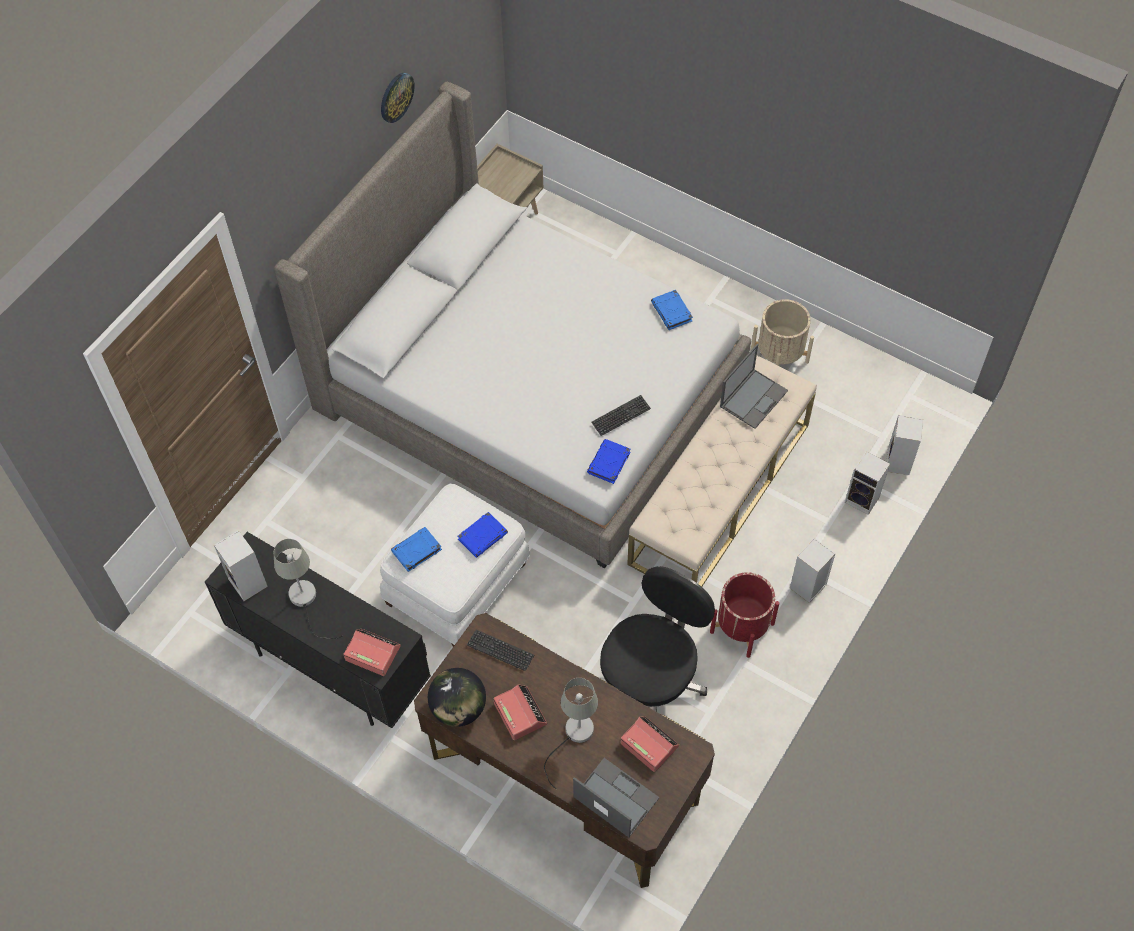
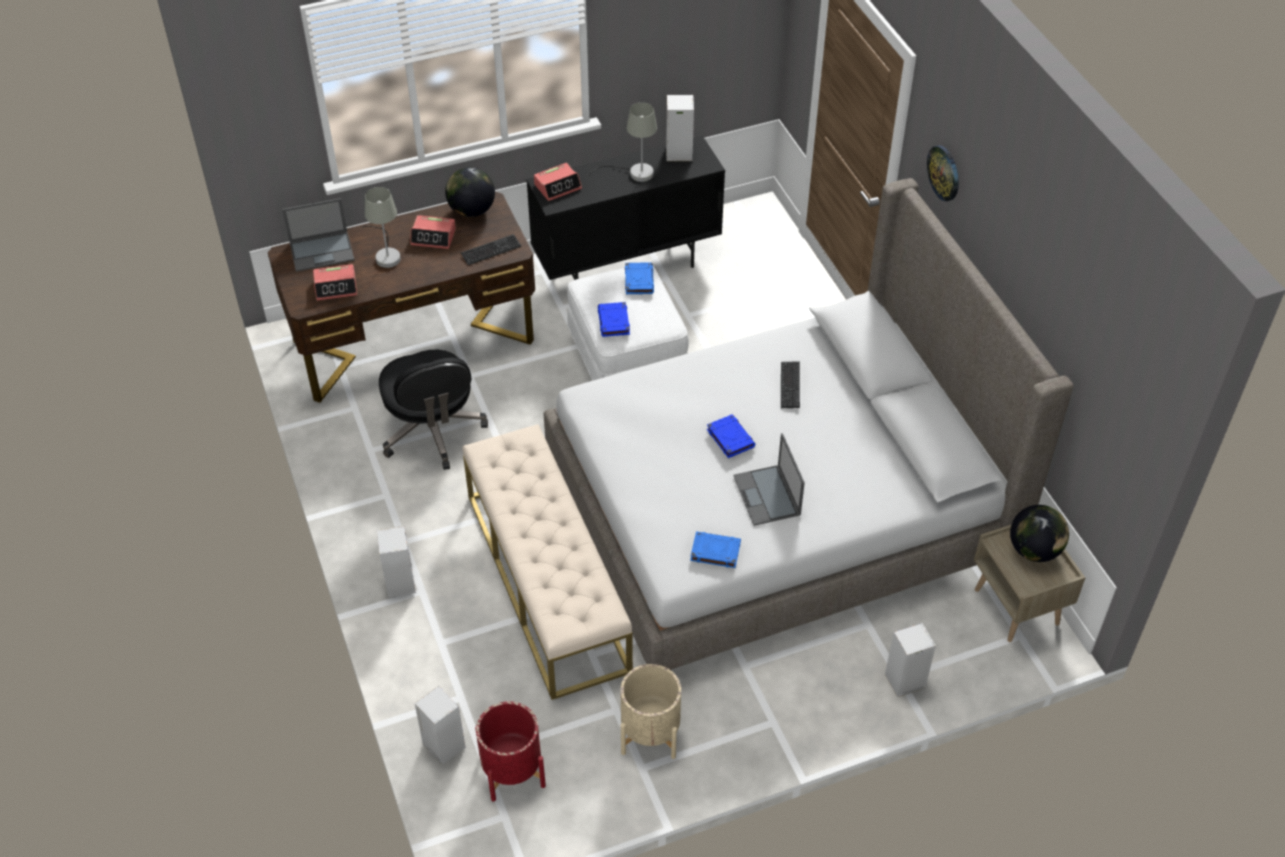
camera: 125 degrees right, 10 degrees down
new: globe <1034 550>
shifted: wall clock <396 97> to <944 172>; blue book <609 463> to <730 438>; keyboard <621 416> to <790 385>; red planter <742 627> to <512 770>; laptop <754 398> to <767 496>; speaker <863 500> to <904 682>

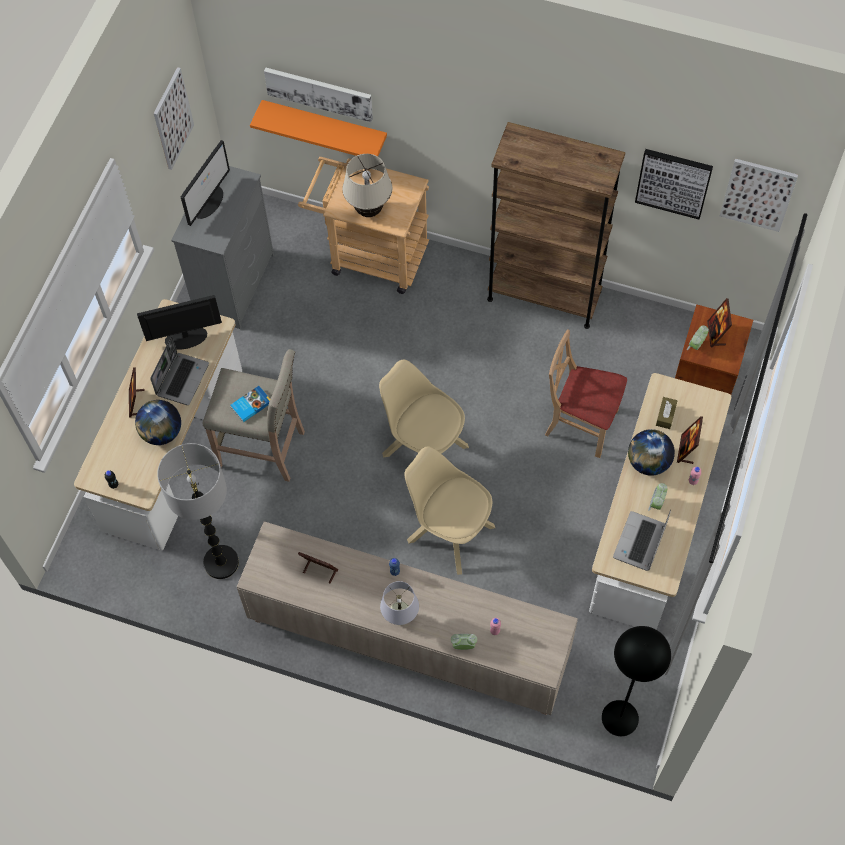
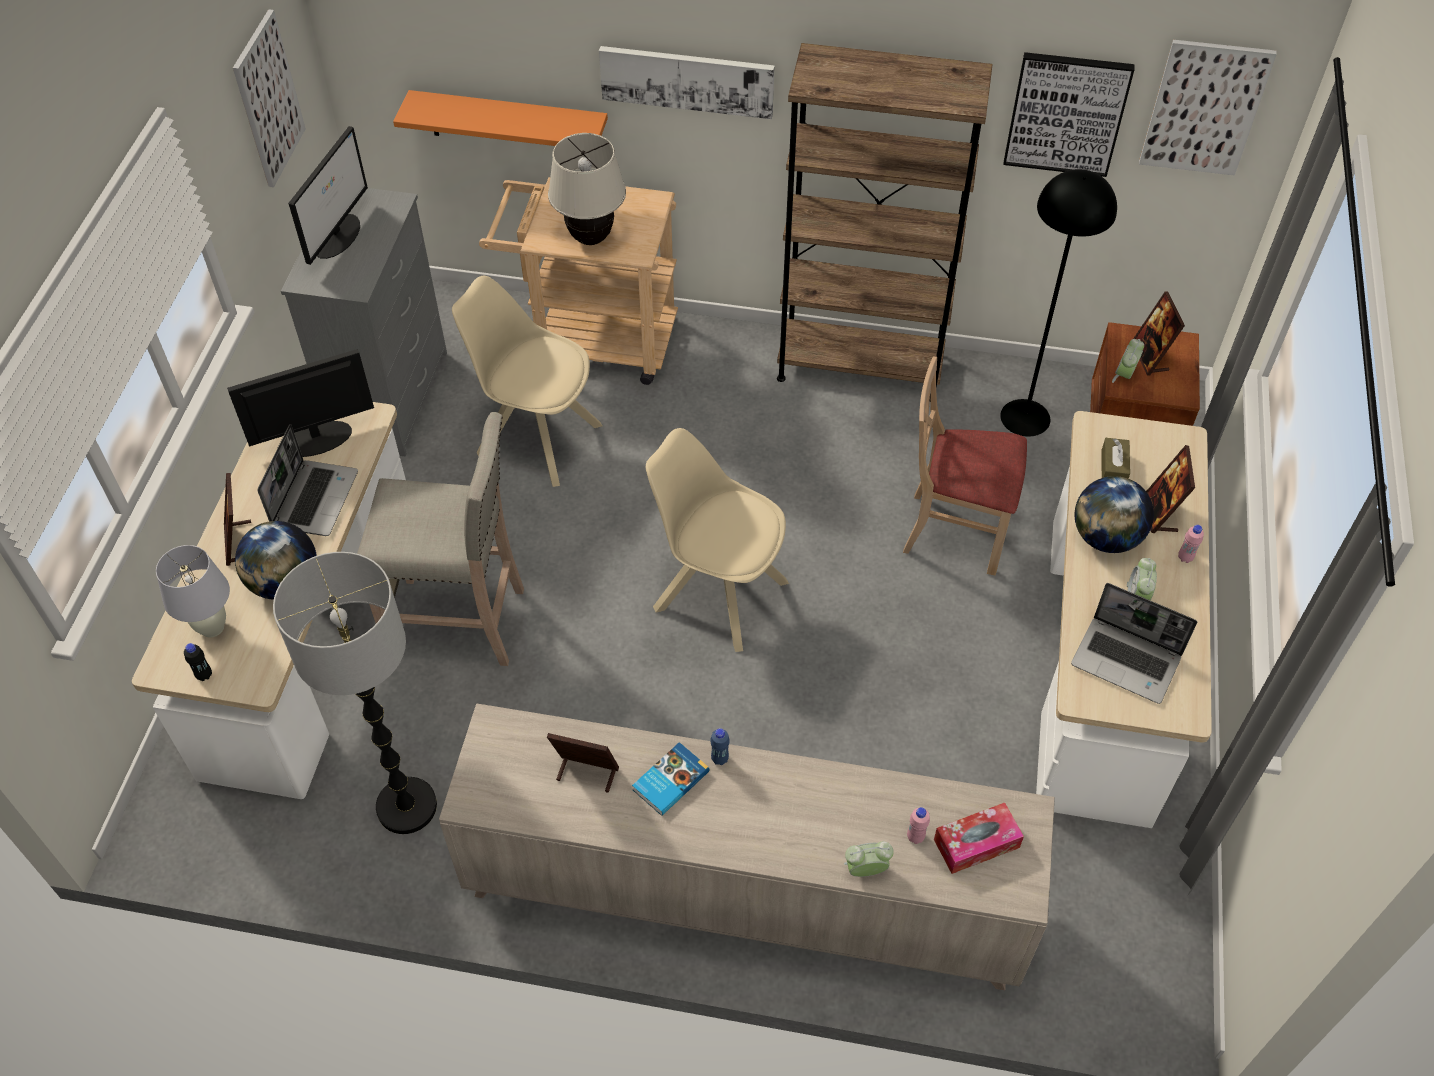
camera: 10 degrees left, 10 degrees down
new: tissue box <976 843>
shifted: book <250 404> to <669 780>; picture <319 93> to <687 80>; white table lamp <400 618> to <212 627>; beige chair <449 532> to <536 438>; black floor lamp <620 718> to <1025 418>
rotated: laptop <640 543> = <1127 661> 75 degrees counterclockwise

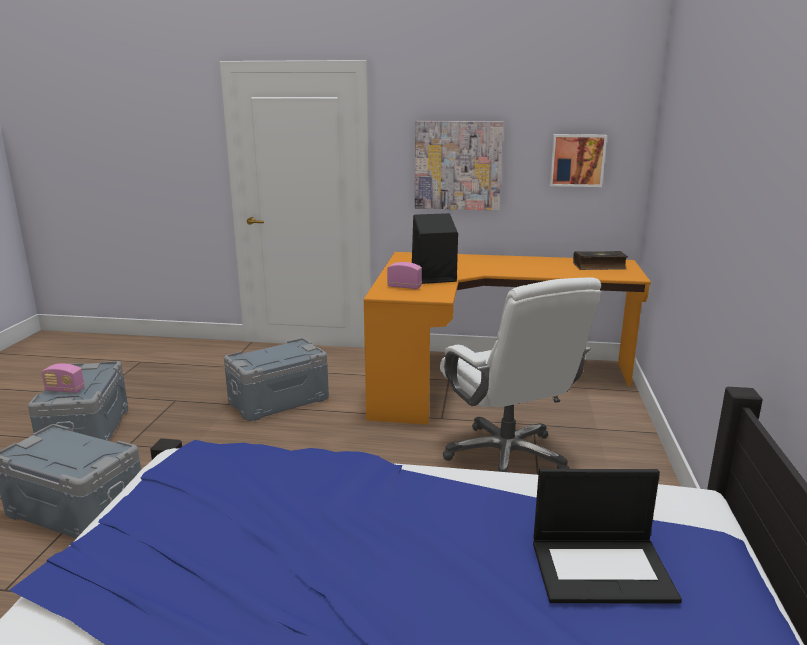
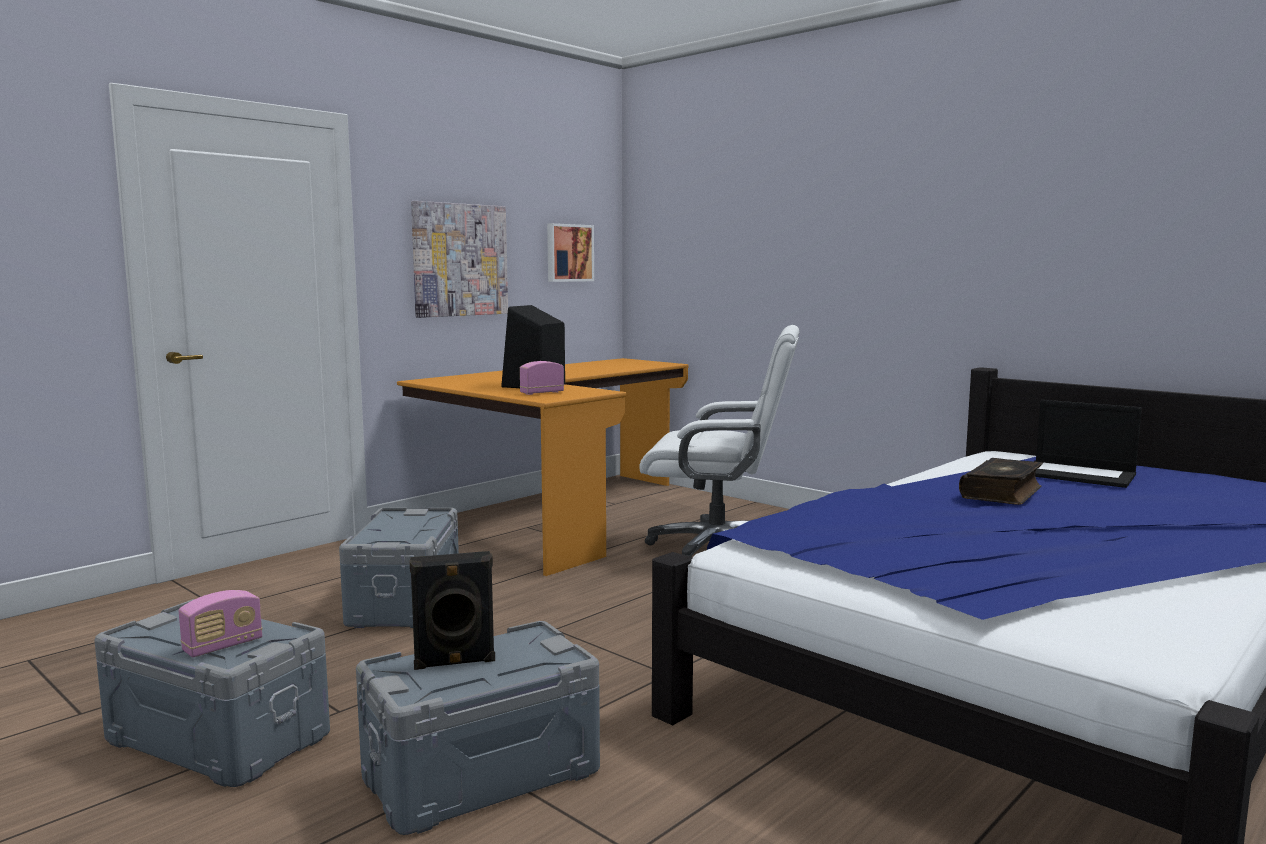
camera: 55 degrees left, 10 degrees down
new: black speaker <454 663>
shifted: book <599 267> to <1002 493>
rotated: laptop <603 569> = <1080 474> 90 degrees clockwise

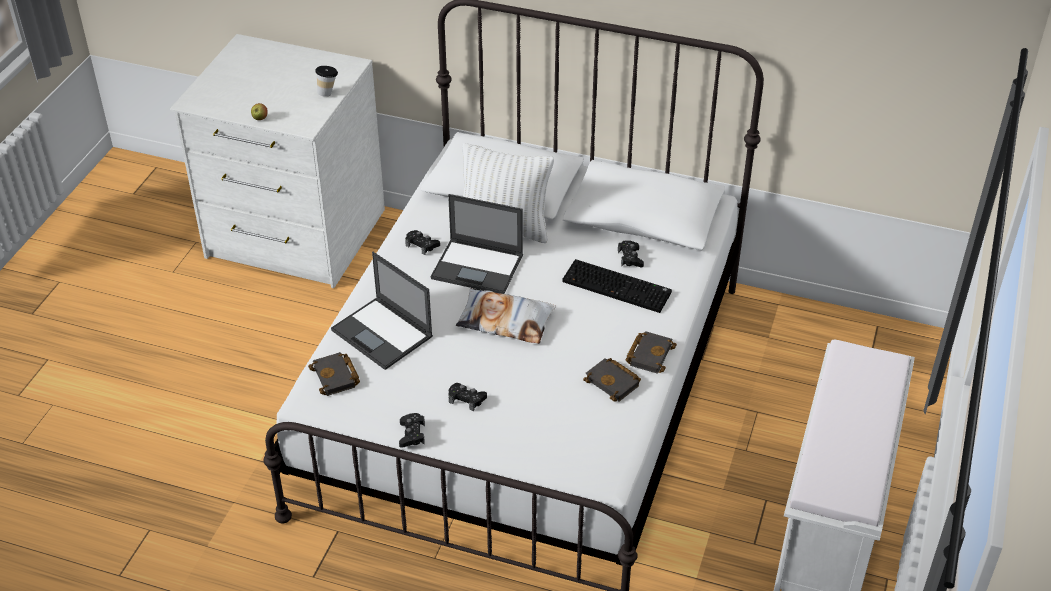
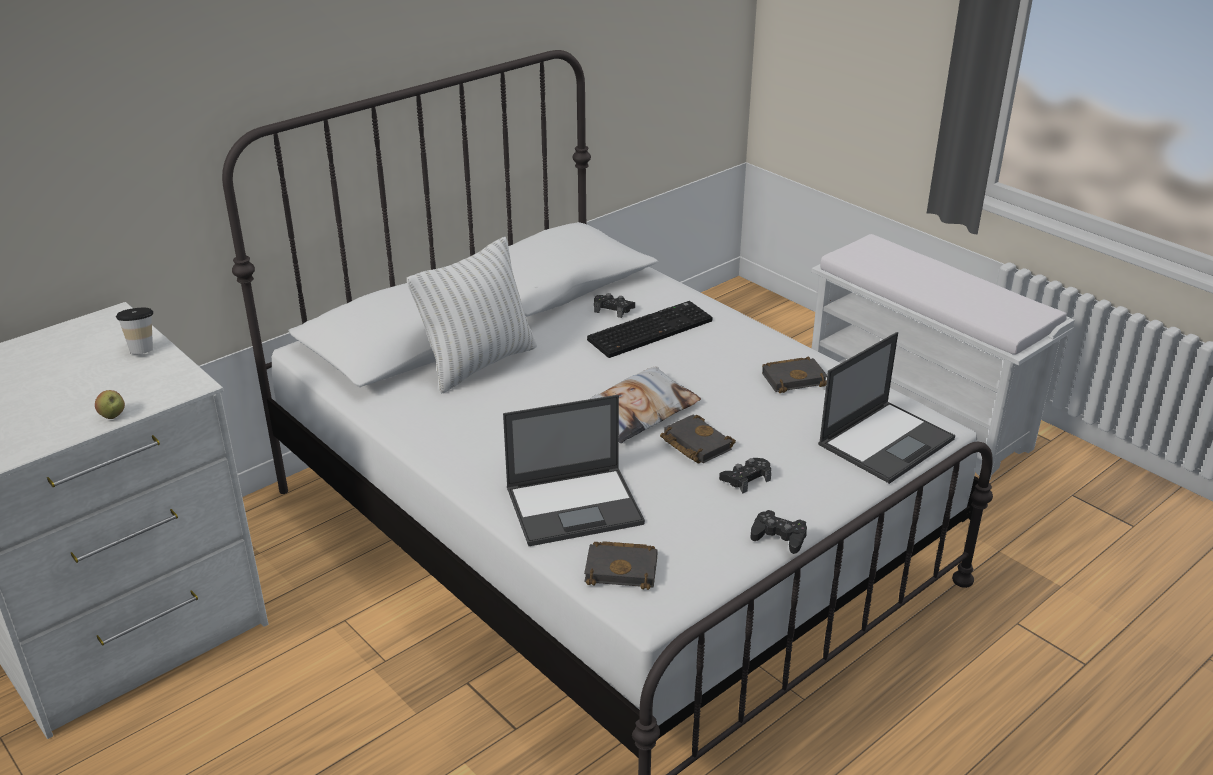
camera: 60 degrees left, 10 degrees down
gone: black game controller <422 245>
shifted: laptop <478 267> to <886 441>; black book <649 354> to <694 444>

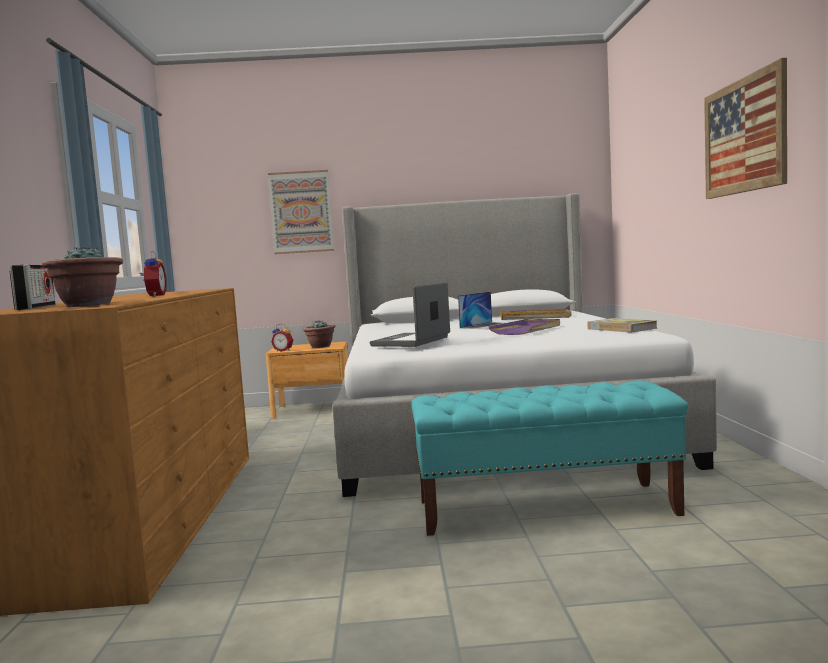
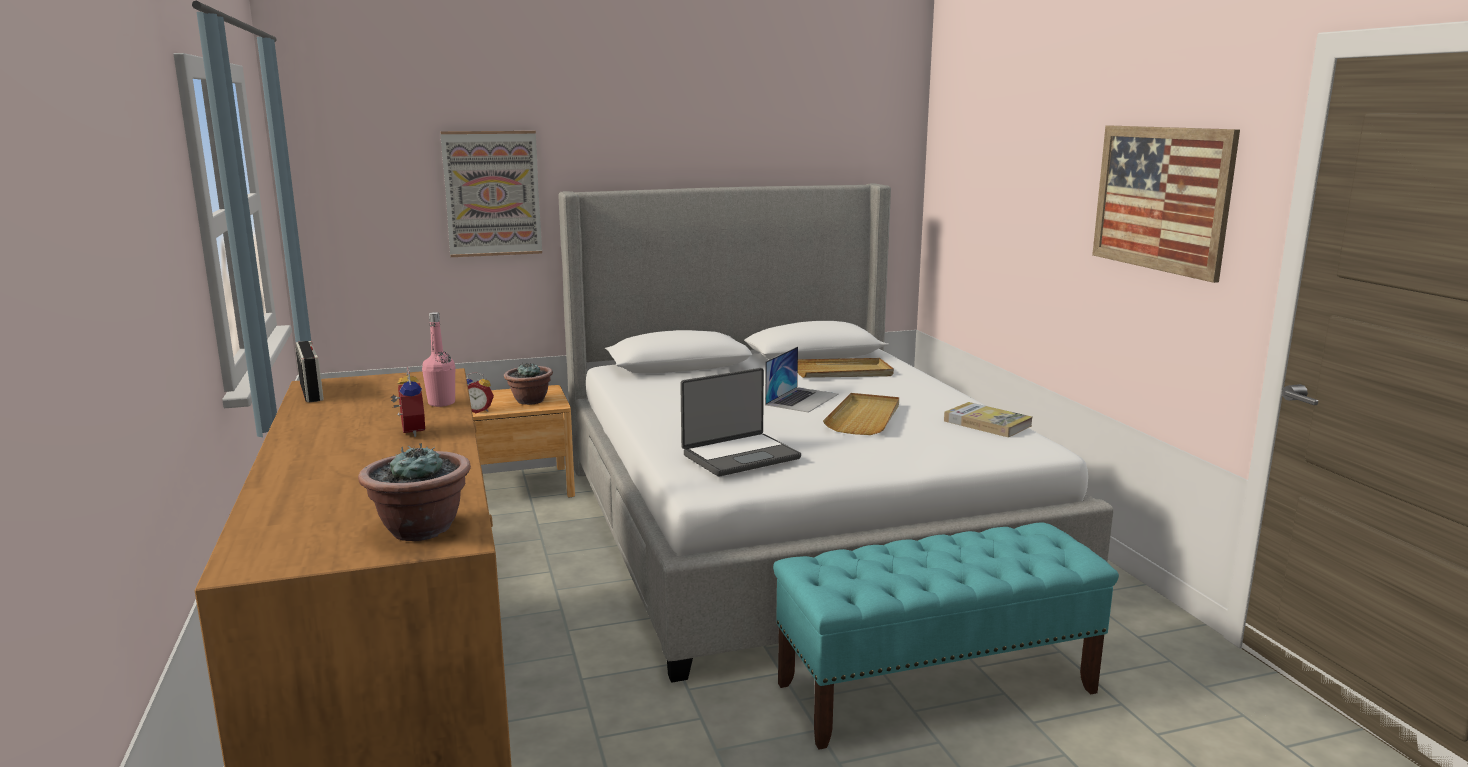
camera: 15 degrees left, 10 degrees up
new: pink bottle <441 403>
shifted: radio <36 307> to <311 391>
repainted: purple tray <527 330> to beige tray <864 417>
rotated: laptop <412 341> = <740 456> 135 degrees counterclockwise

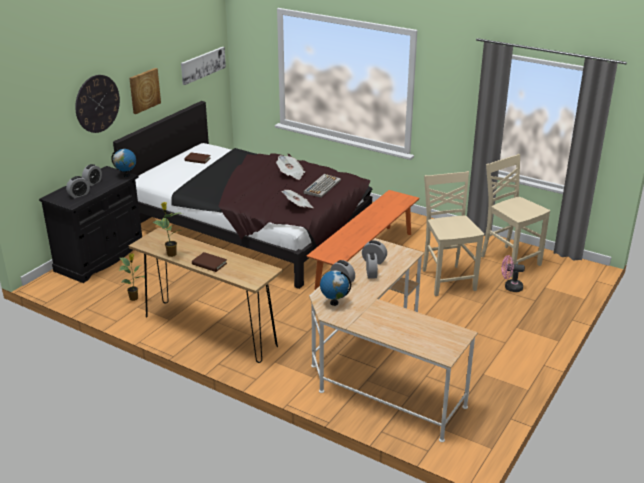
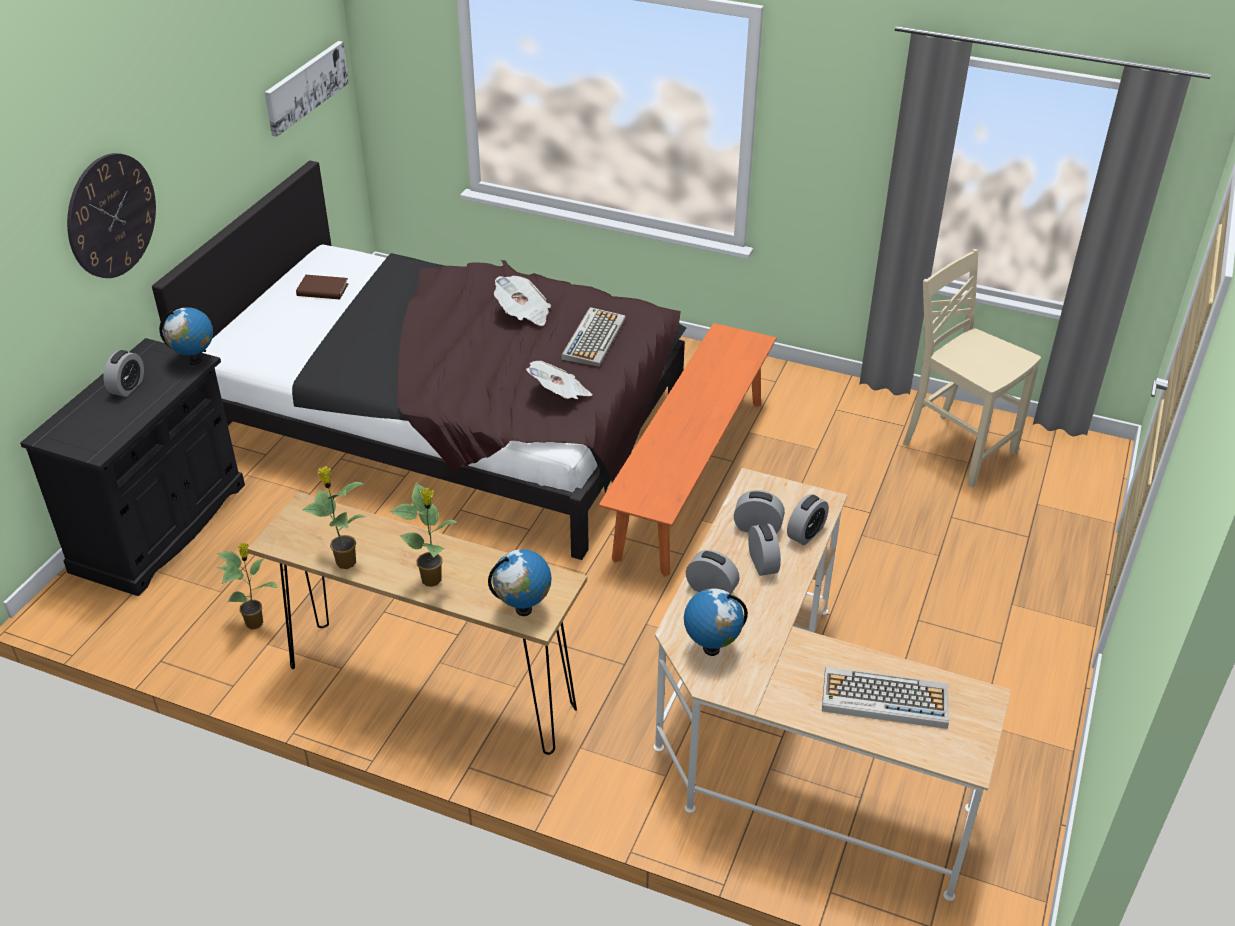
camera: 10 degrees left, 10 degrees up
gone: picture <144 90>; beige chair <447 280>; pink fan <510 287>
new: globe <523 609>; keyboard <883 699>
shifted: alarm clock <79 195> to <806 533>
swapped: brown book <209 264> to potted plant <432 580>

